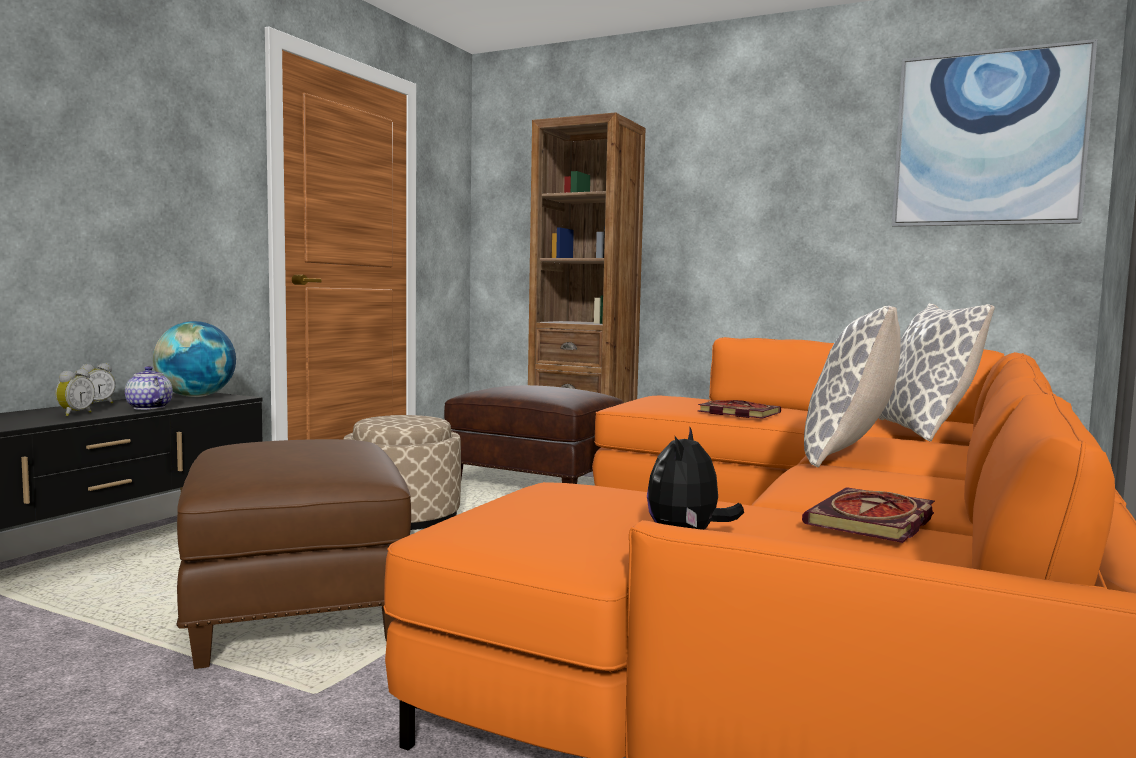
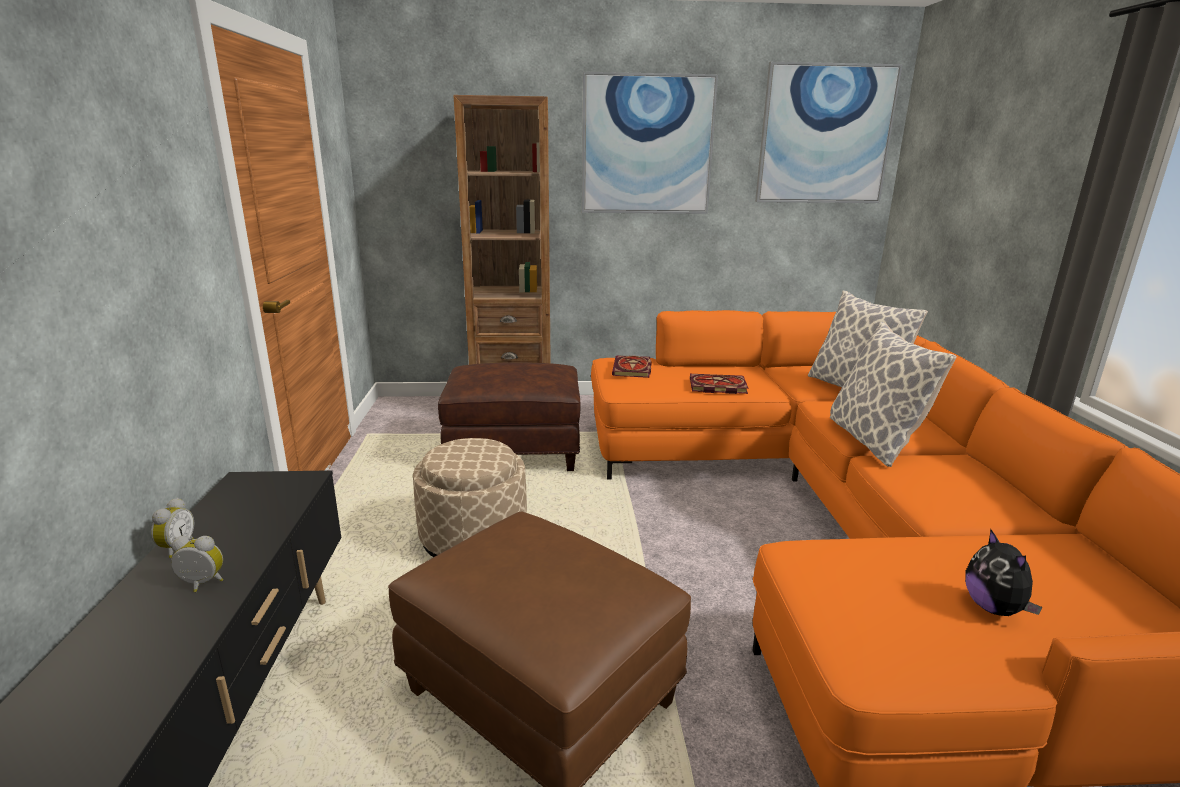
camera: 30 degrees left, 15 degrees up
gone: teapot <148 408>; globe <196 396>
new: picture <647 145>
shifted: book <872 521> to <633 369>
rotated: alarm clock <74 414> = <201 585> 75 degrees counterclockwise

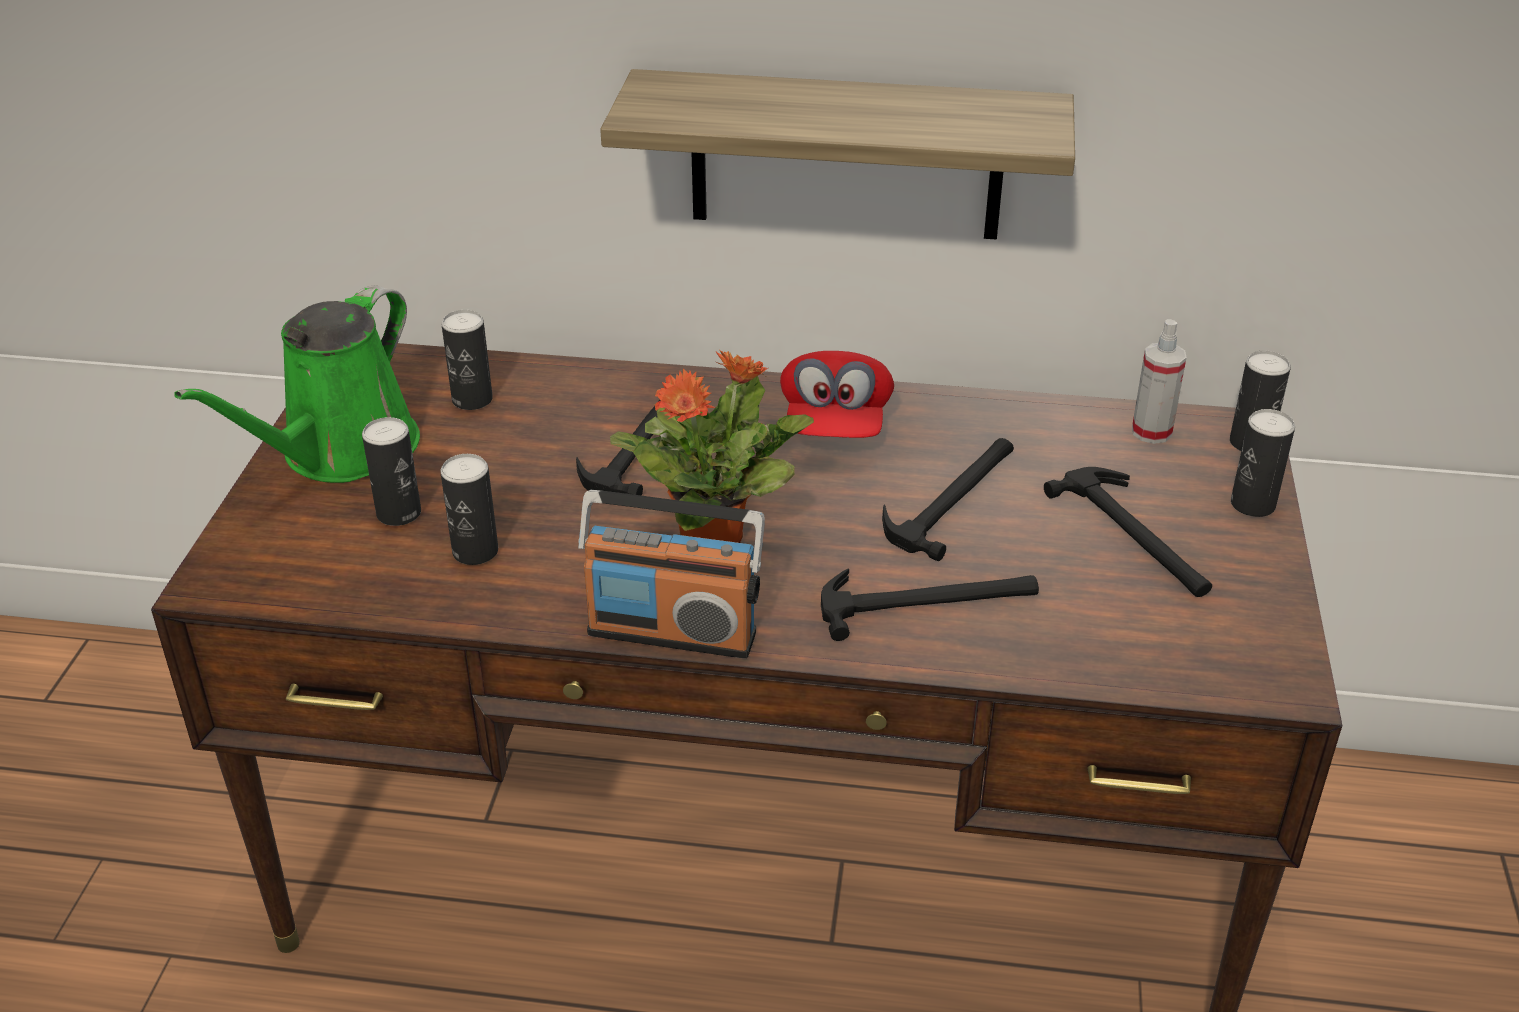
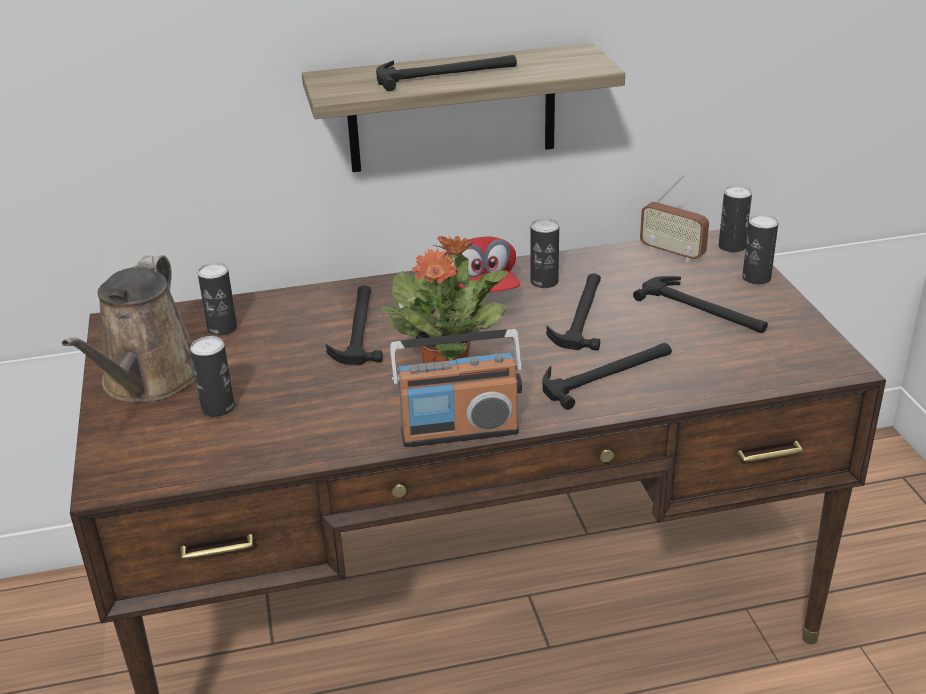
camera: 20 degrees left, 5 degrees down
new: hammer <446 74>
shifted: can <475 551> to <544 282>
swapped: spray bottle <1151 432> to radio <672 253>
repainted: green watering can <341 452> to brown watering can <148 381>

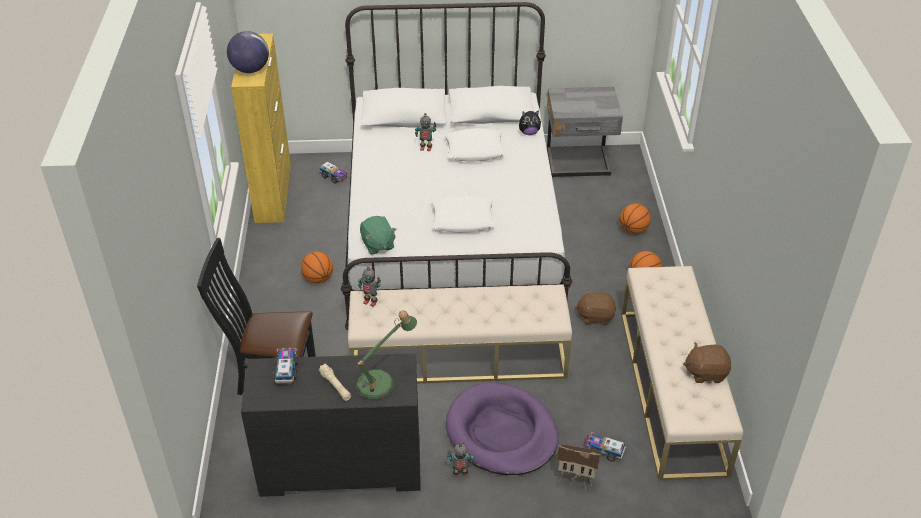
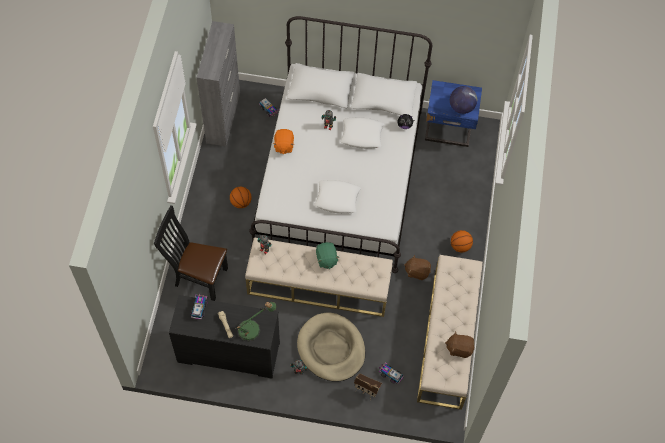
camera: 10 degrees right, 20 degrees up
gone: basketball <633 230>
new: orange plush toy <283 146>
shifted: globe <250 70> to <461 107>; green plush toy <377 244> to <326 259>
repainted: yellow cabinet <273 193> to grey cabinet <223 117>; purple dog bed <501 433> to beige dog bed <331 348>; grey nightstand <579 164> to blue nightstand <448 131>

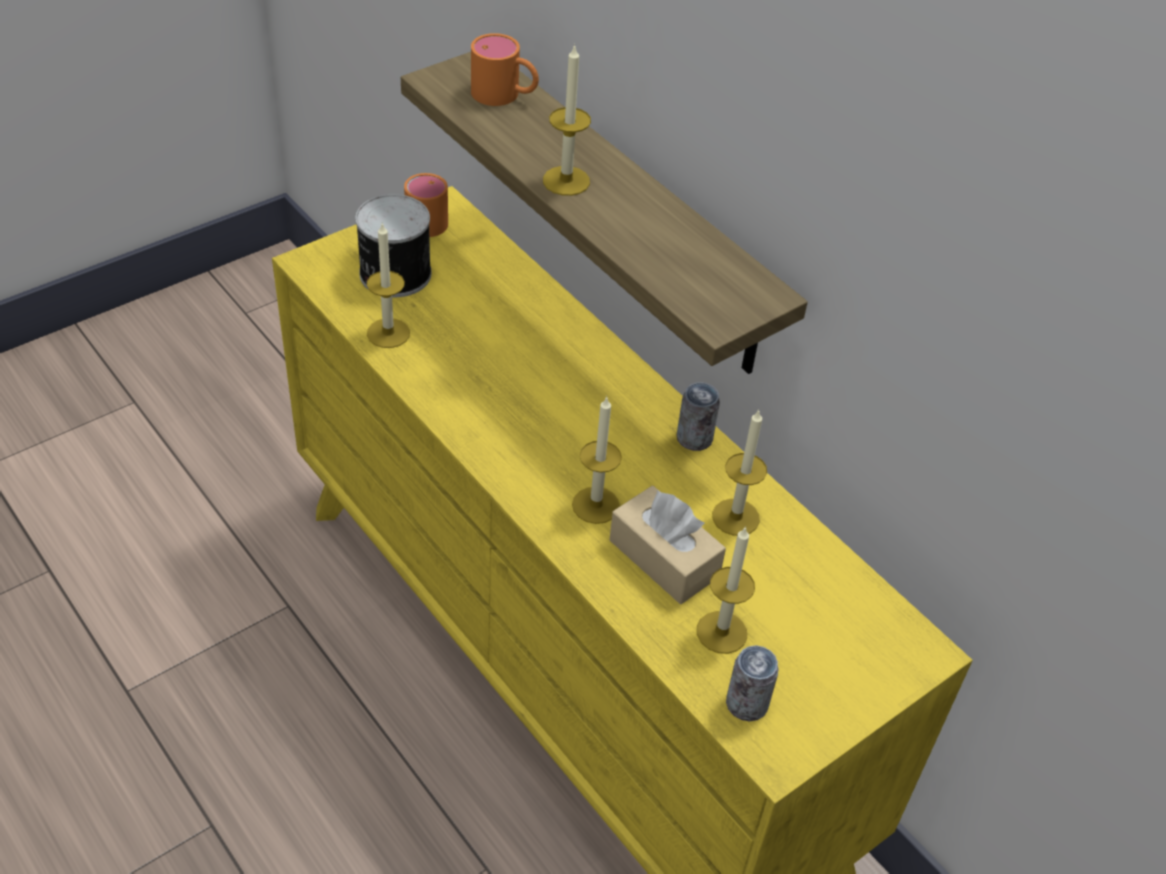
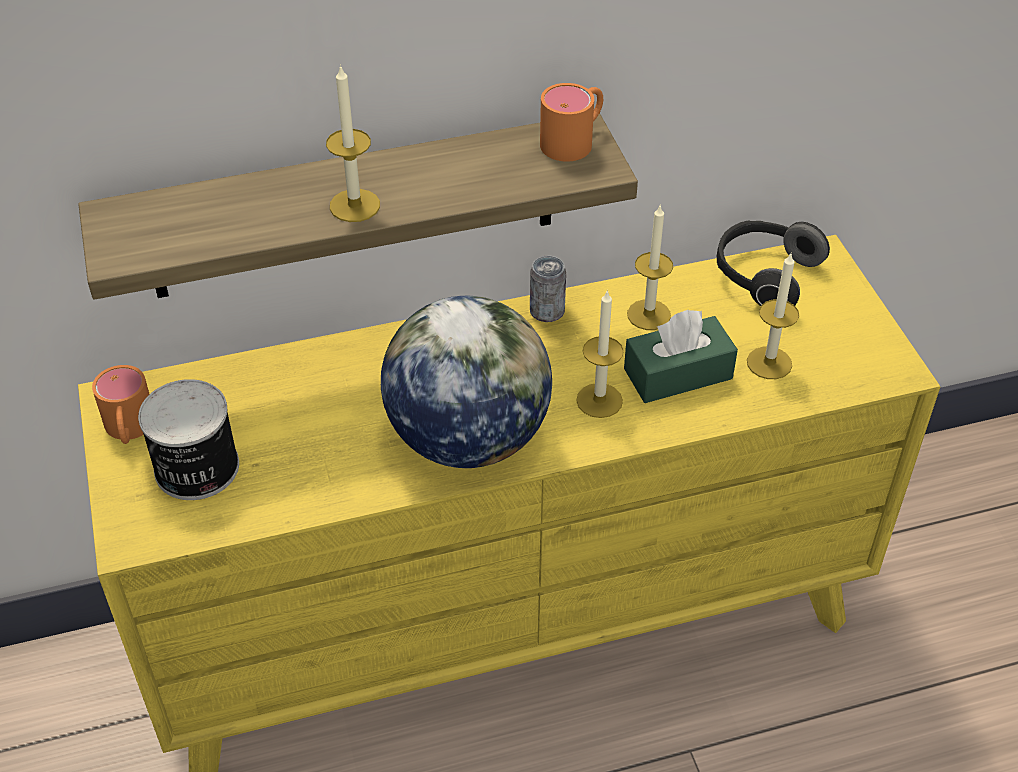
camera: 65 degrees left, 0 degrees up
gone: candle <388 333>; can <746 704>
new: globe <468 438>; headphones <763 276>
shifted: orange mug <505 95> to <574 140>
repainted: beige tissue box <664 558> to green tissue box <678 374>

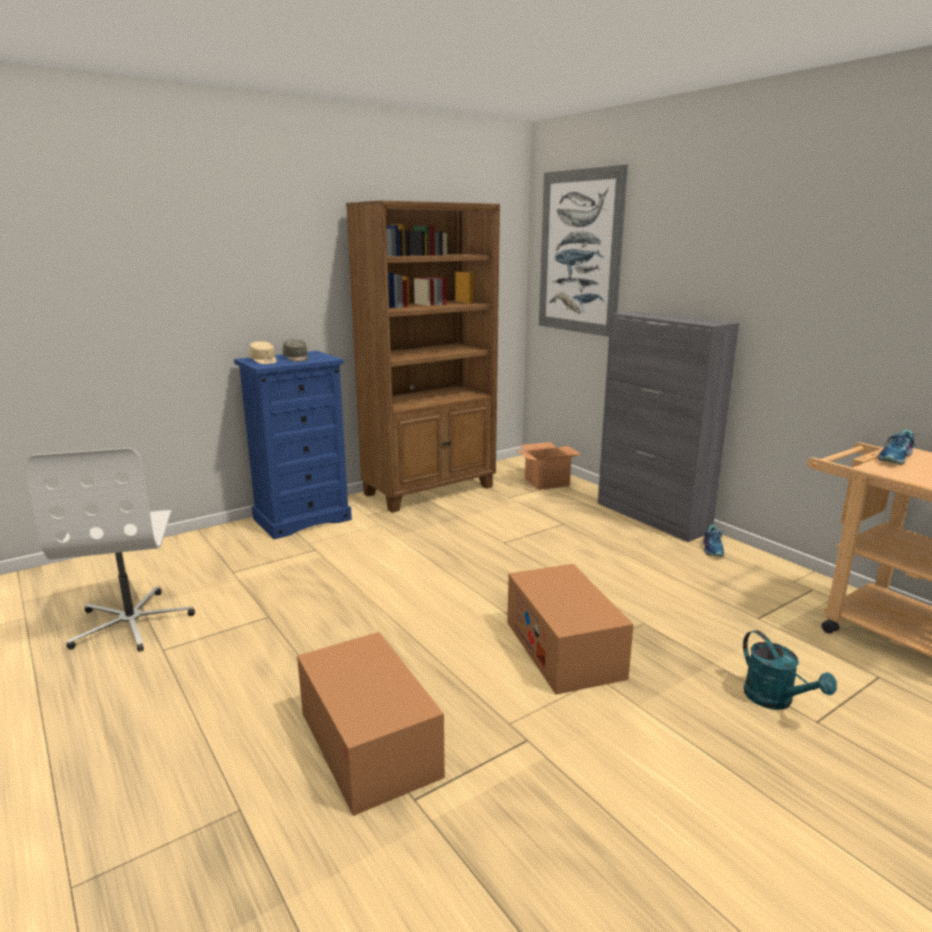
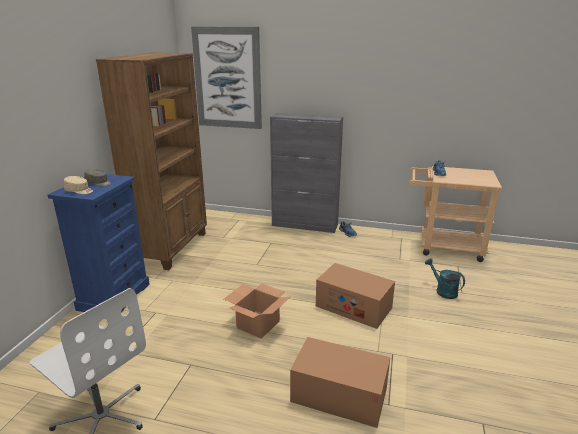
camera: 40 degrees left, 5 degrees up
shifted: cardboard box <546 482> to <258 325>
rotated: turquoise watering can <775 700> = <443 291> 150 degrees counterclockwise

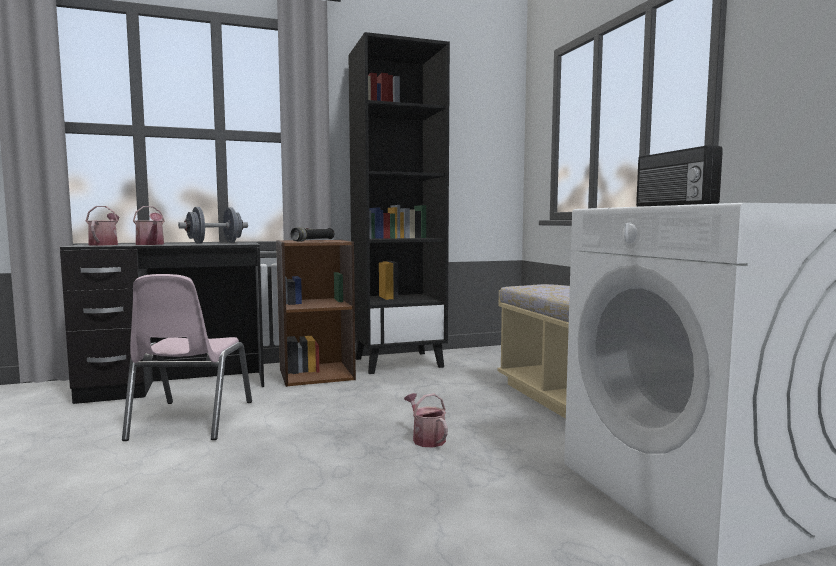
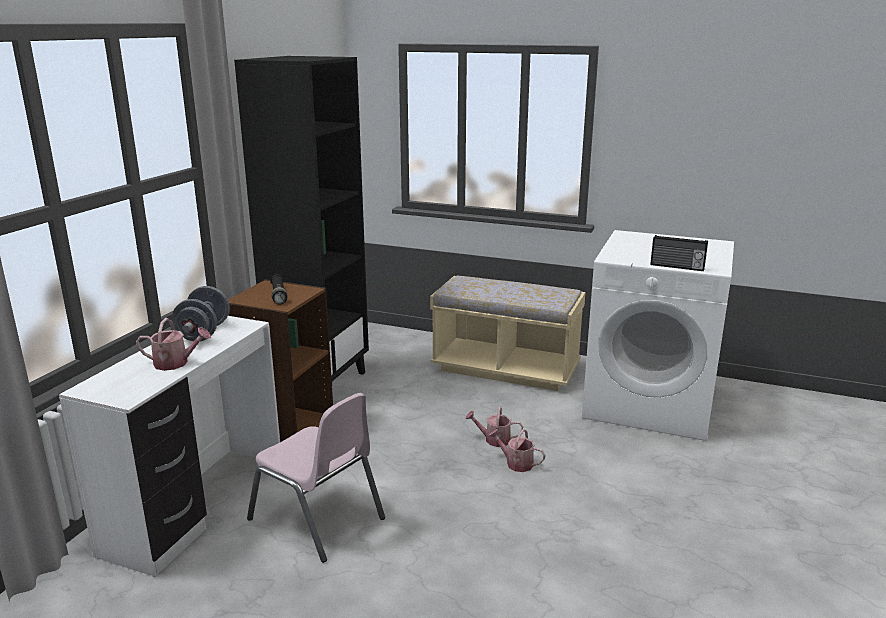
camera: 50 degrees left, 15 degrees up
shifted: watering can <105 244> to <516 463>
repainted: black desk <176 387> to white desk <199 505>

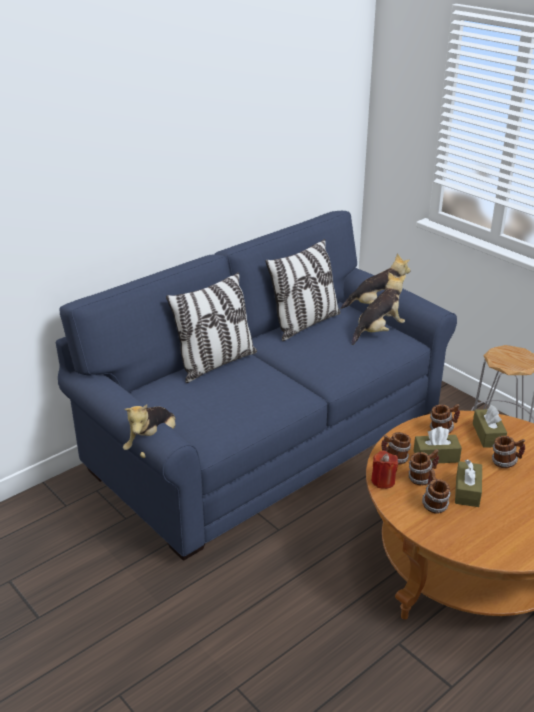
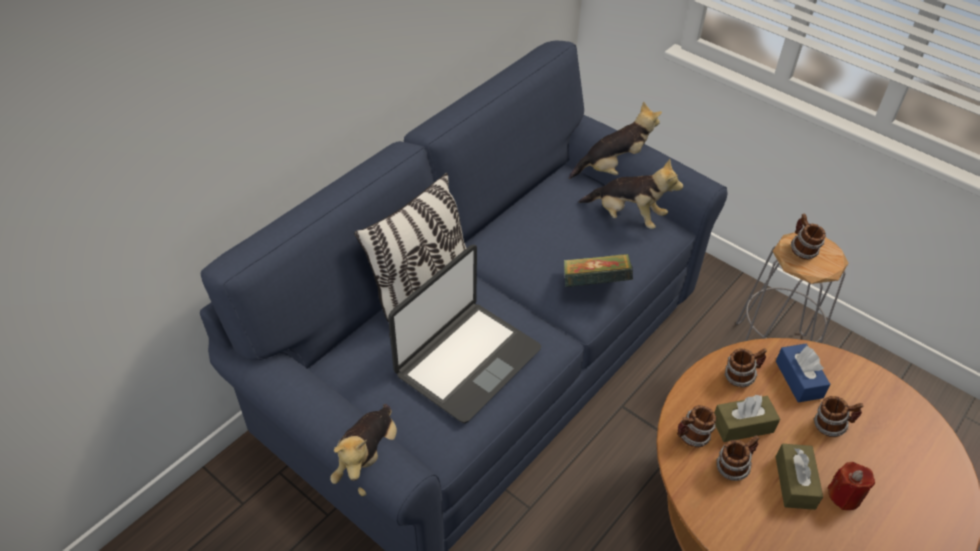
camera: 10 degrees left, 15 degrees up
gone: pillow <305 324>
new: laptop <467 361>; book <595 285>
shifted: red candle <383 481> to <844 496>; mug <433 505> to <802 250>
repainted: brown tissue box <488 435> to blue tissue box <799 379>
rotated: plush toy <378 331> = <627 216> 75 degrees clockwise

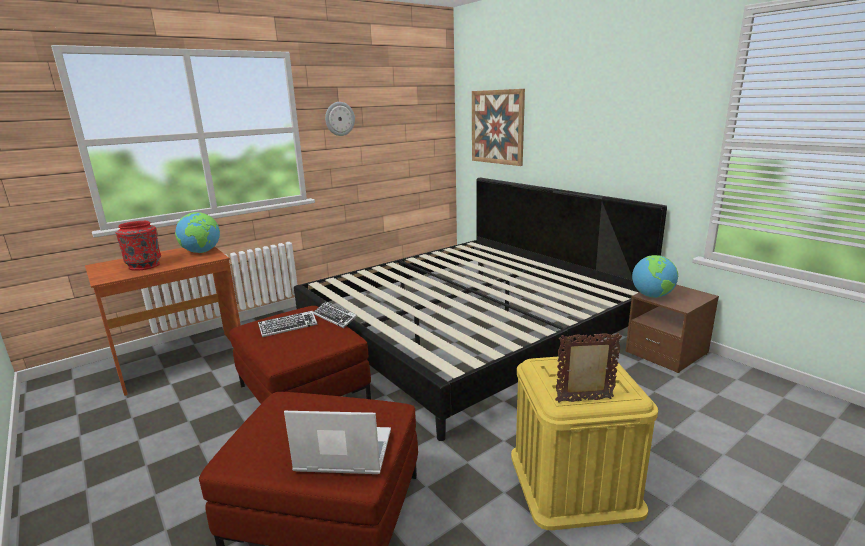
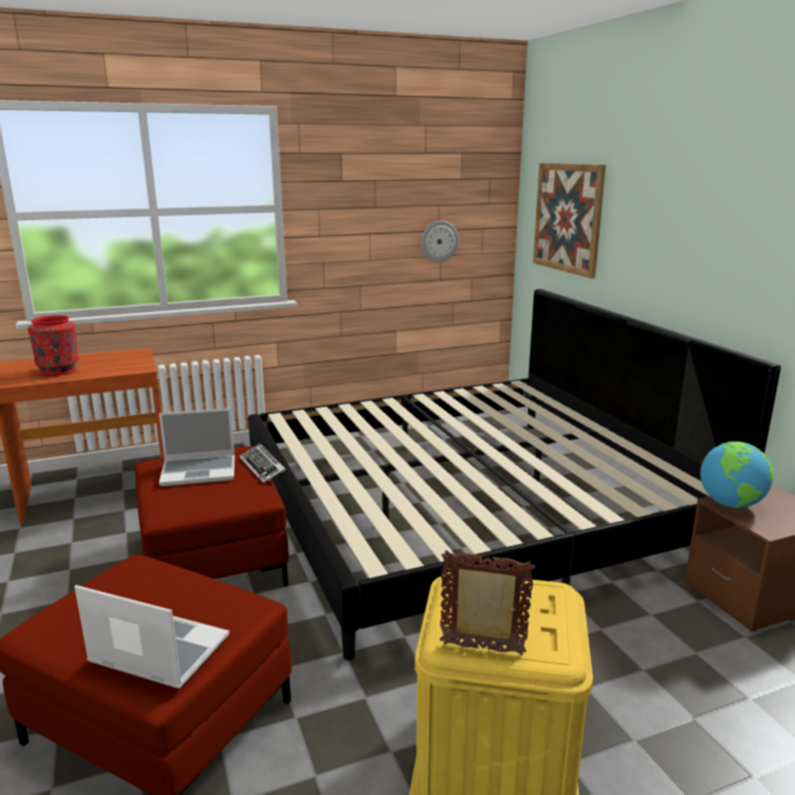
camera: 15 degrees right, 0 degrees up
gone: globe <202 252>
shifted: wall clock <339 119> to <439 241>
swapped: keyboard <288 327> to laptop <200 471>

